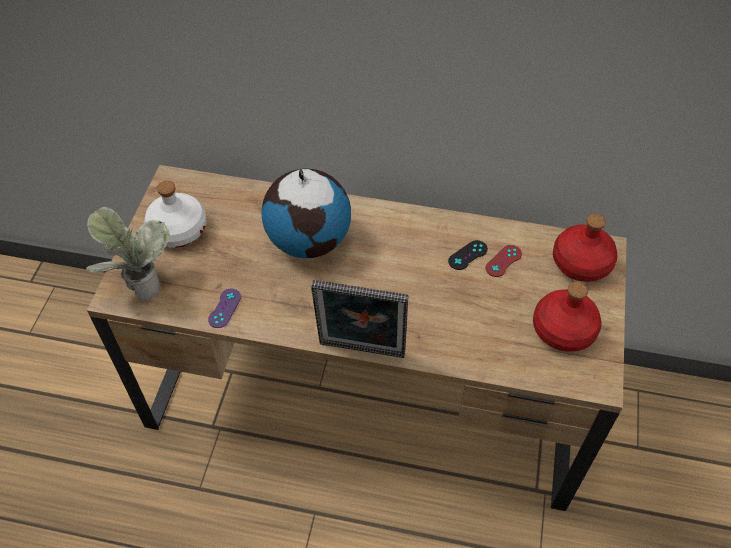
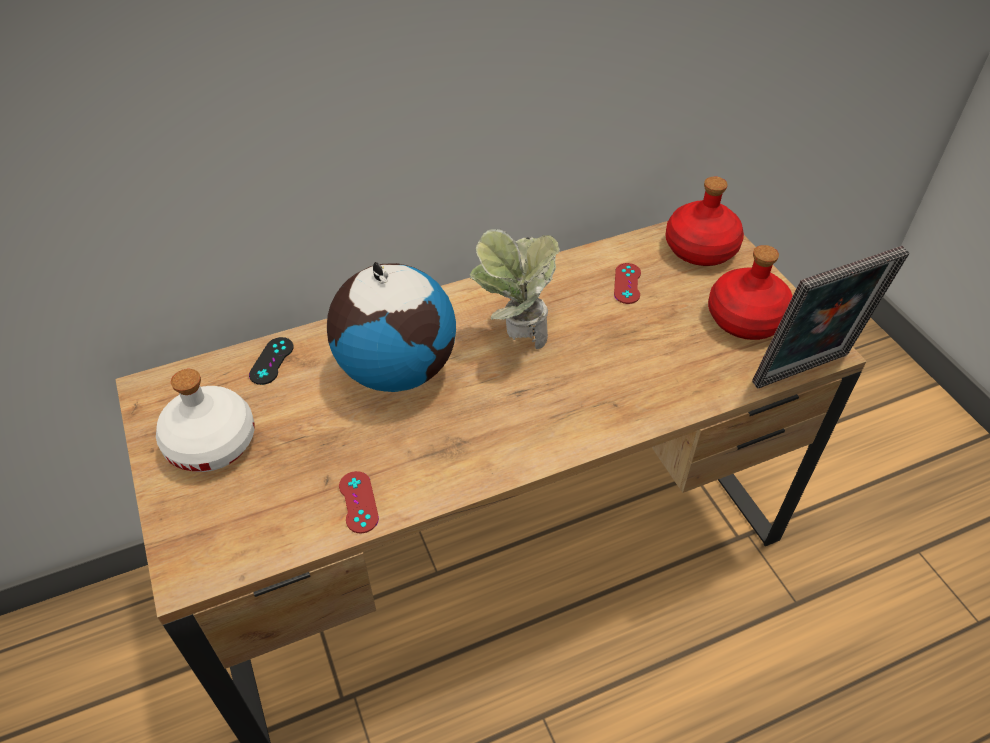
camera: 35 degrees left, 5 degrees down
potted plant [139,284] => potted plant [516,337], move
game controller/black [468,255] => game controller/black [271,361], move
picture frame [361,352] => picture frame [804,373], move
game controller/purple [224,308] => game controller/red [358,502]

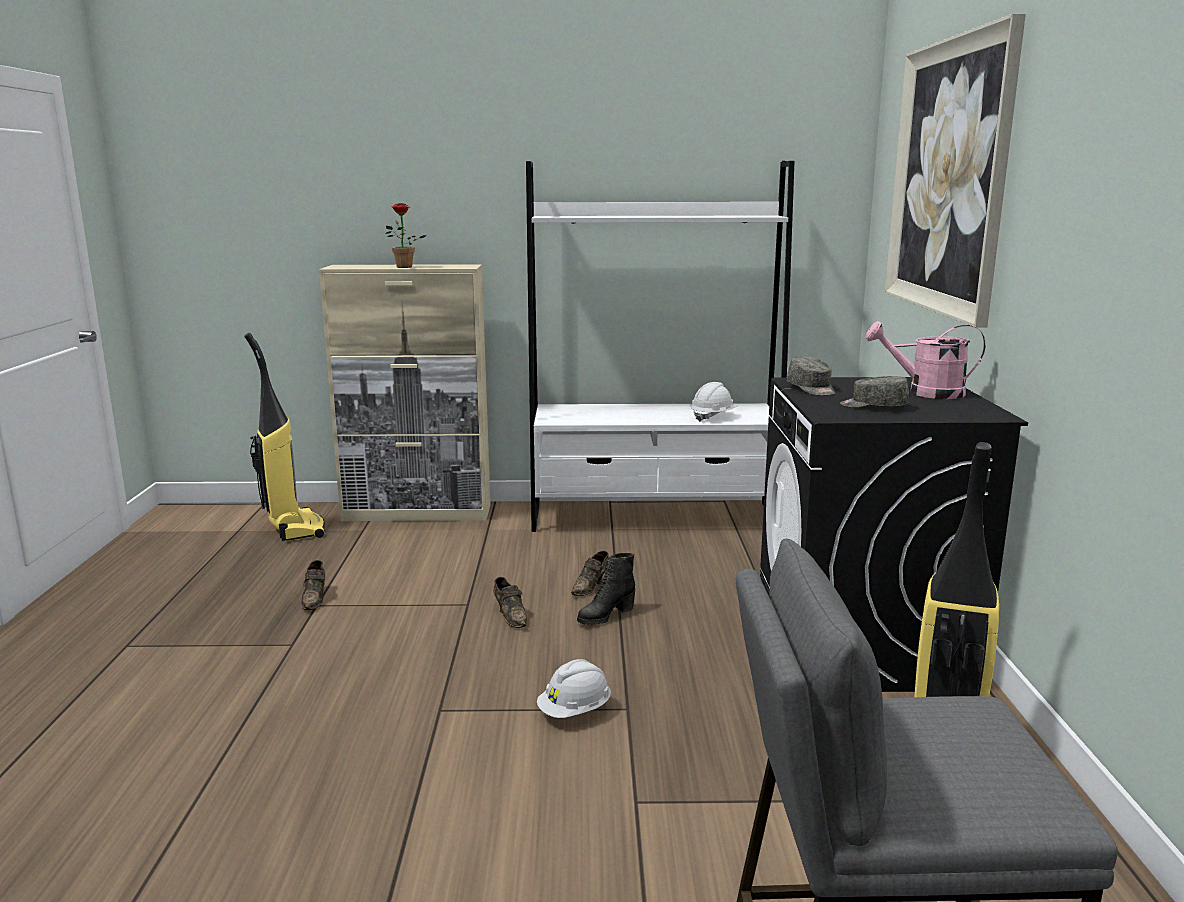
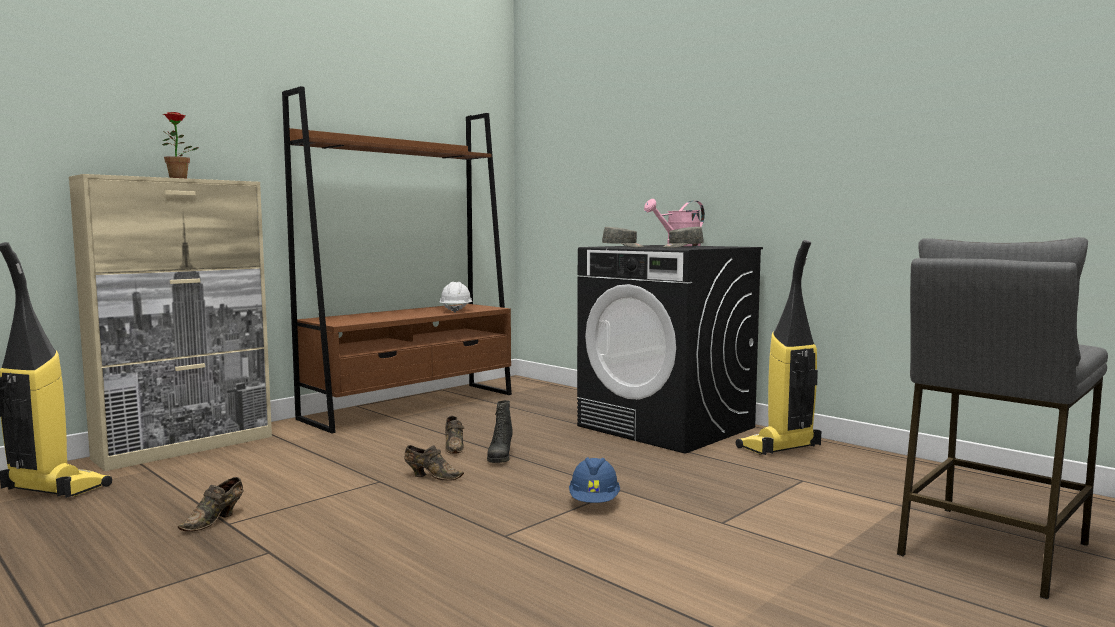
camera: 45 degrees left, 10 degrees down
picture [948,177] => nothing
bookcase/white [654,517] => bookcase/brown [411,406]
shoe/brown [315,598] => shoe/brown [215,520], 75 degrees clockwise
hard hat/white [575,711] => hard hat/blue [594,502]

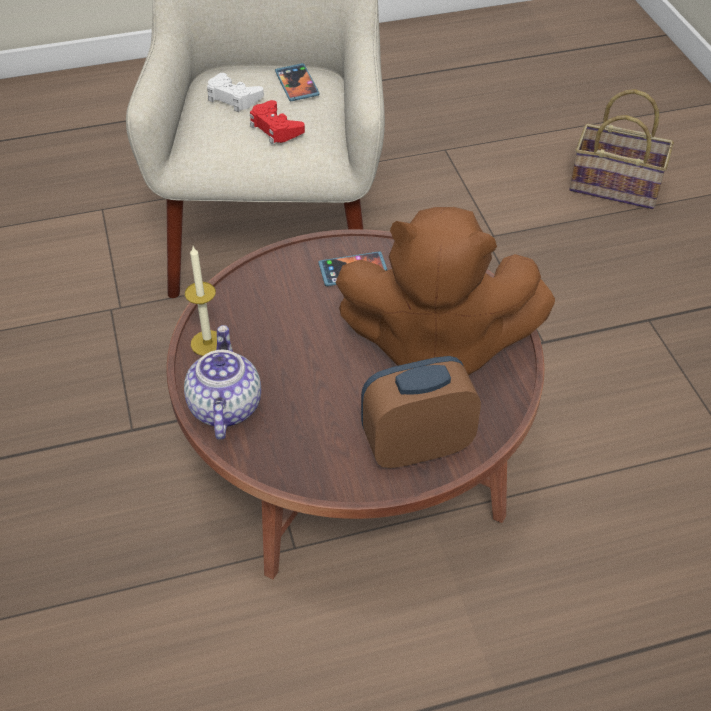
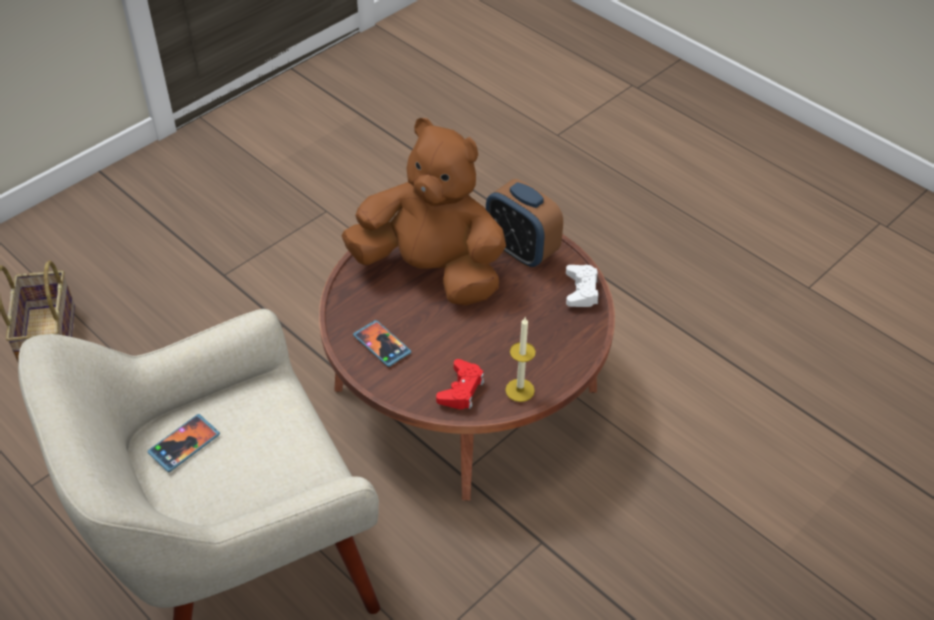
camera: 120 degrees left, 0 degrees up
game controller/white [233,98] => game controller/white [581,290], move
game controller/red [275,128] => game controller/red [461,389], move
plush toy/brown [436,348] => plush toy/brown [431,270], 45 degrees counterclockwise
teapot [224,407] => nothing

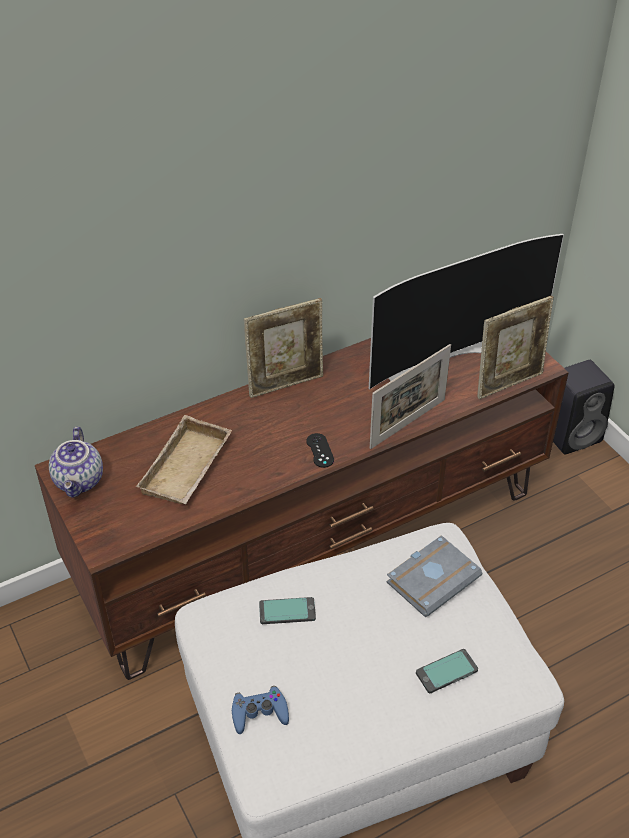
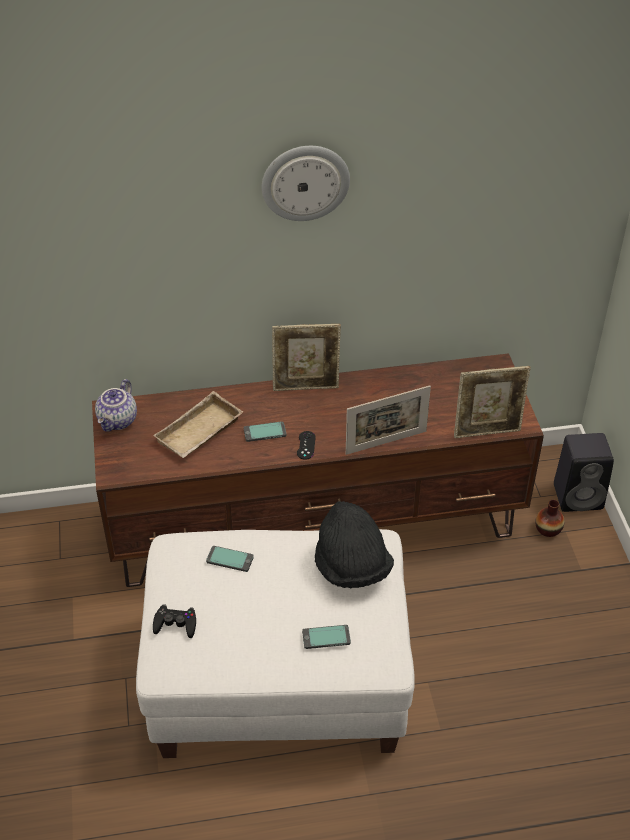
camera: 20 degrees right, 0 degrees up
television [452,356] => nothing
book/grey [432,578] => hat/black [351,567]
game controller/blue [259,713] => game controller/black [175,624]
nothing => wall clock [305,182]
nothing => phone [265,432]
nothing => vase [548,529]

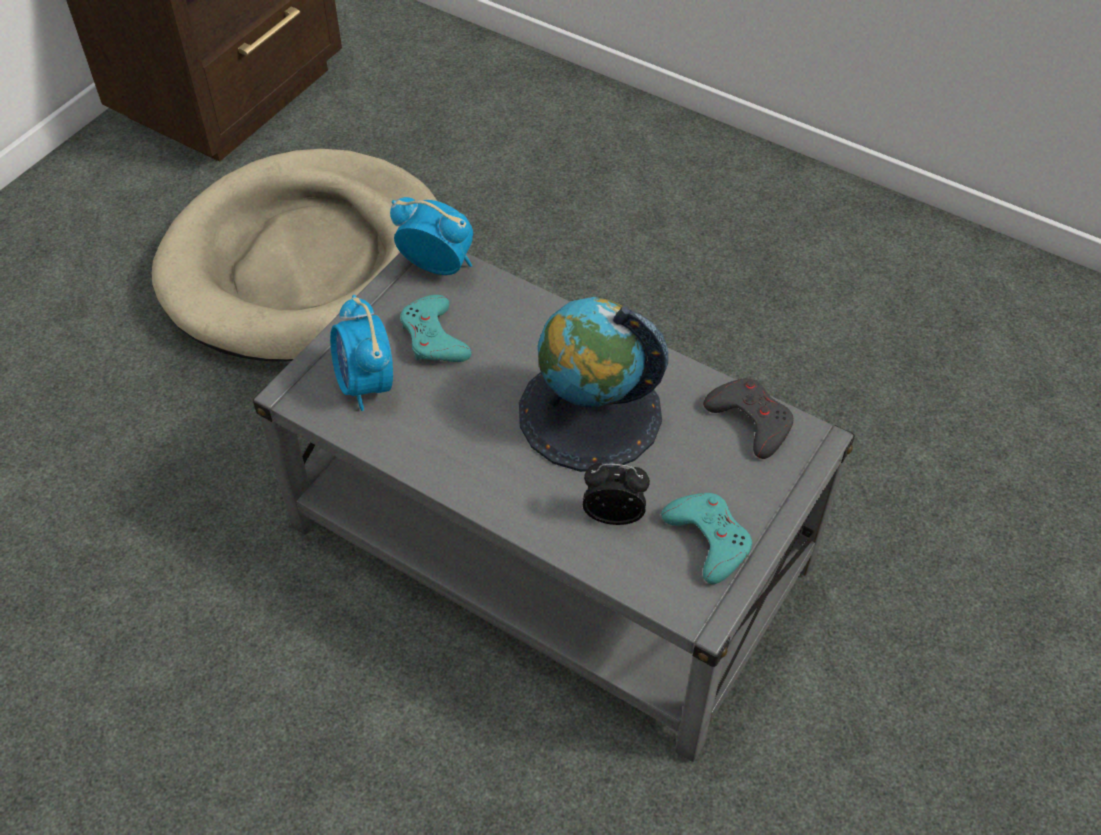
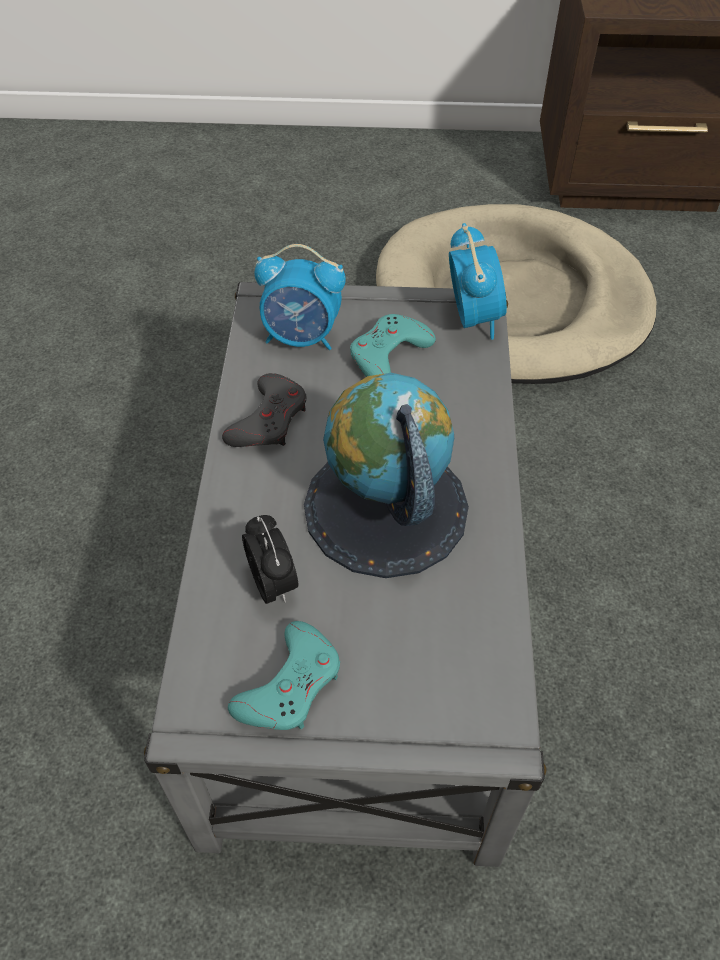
camera: 60 degrees right, 0 degrees up
alarm clock [366,384] => alarm clock [302,337], 120 degrees counterclockwise
game controller/grey [750,421] => game controller/grey [269,419], move

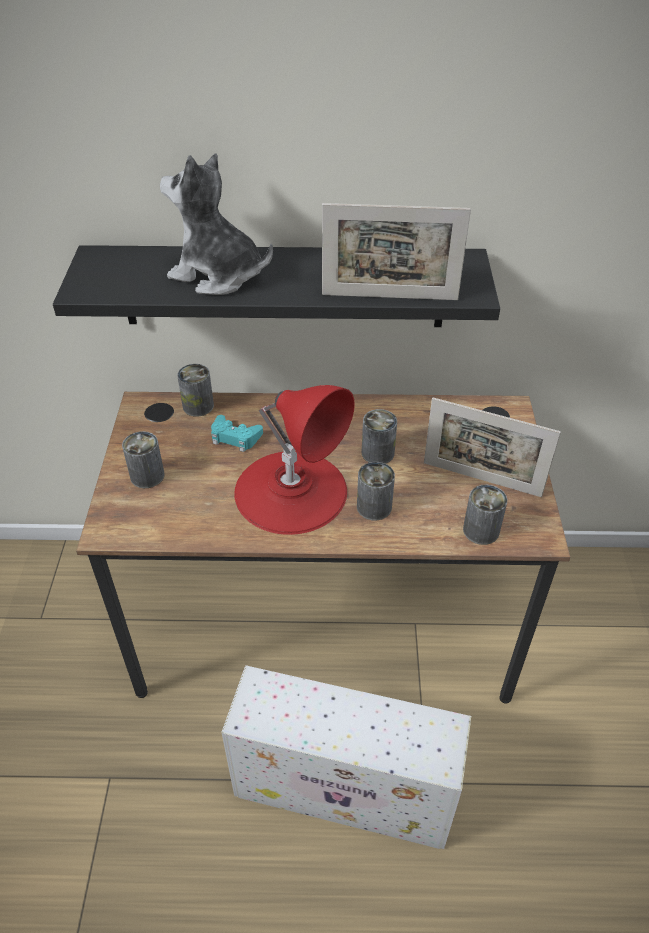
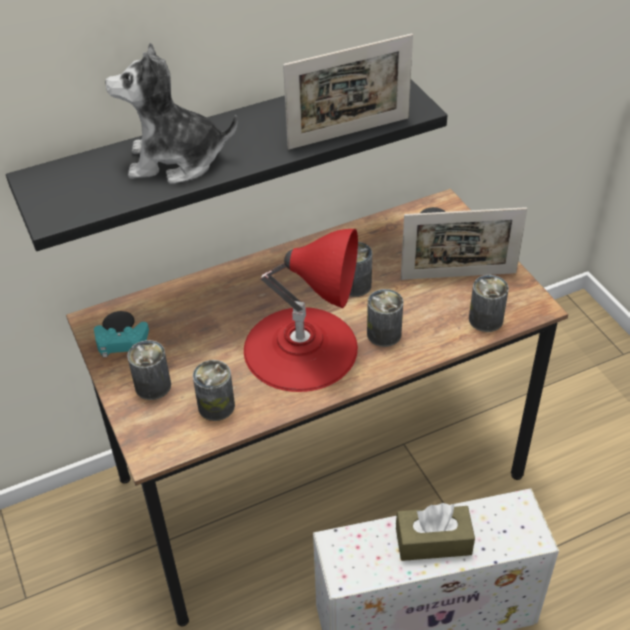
camera: 25 degrees left, 0 degrees up
can [198,406] => can [216,406], move
game controller/turquoise [235,437] => game controller/turquoise [122,343], move
nothing => tissue box/brown [433,541]

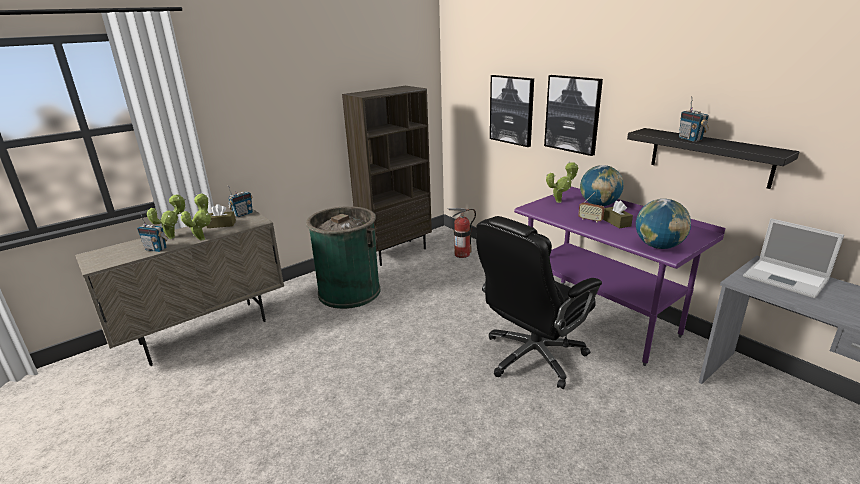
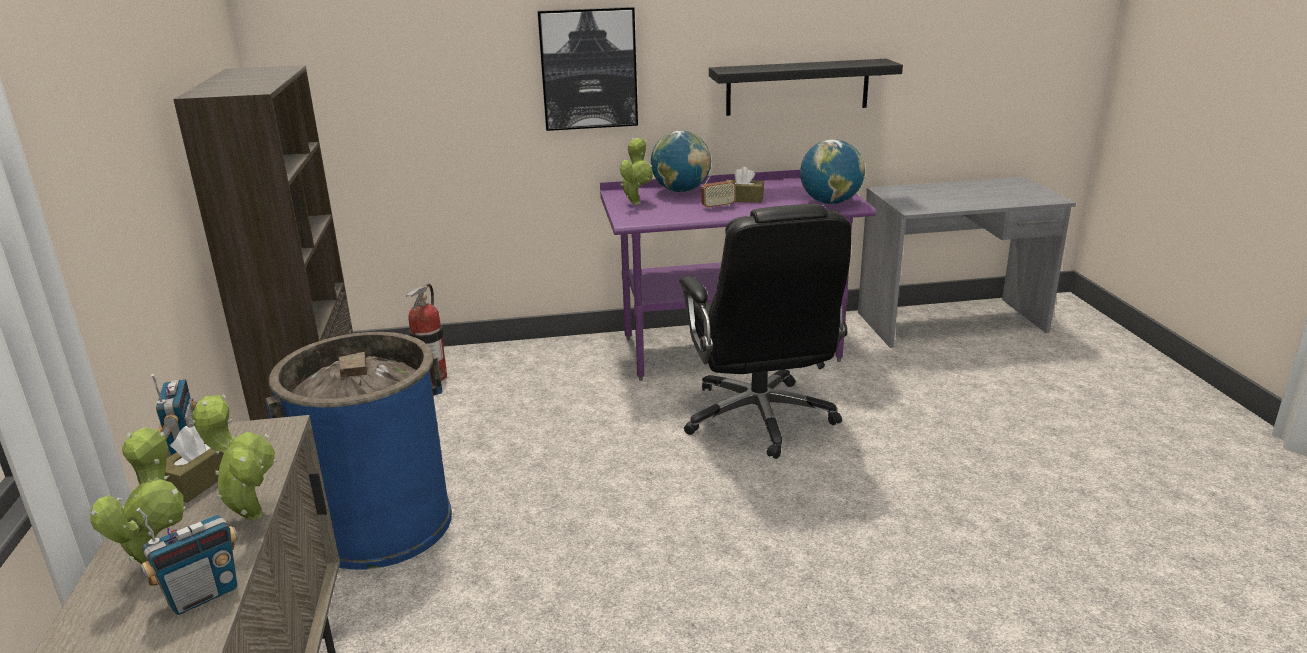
camera: 60 degrees left, 0 degrees up
picture [512,110] => nothing
radio [690,139] => nothing
trash can/green [349,292] => trash can/blue [381,523]
laptop [787,278] => nothing

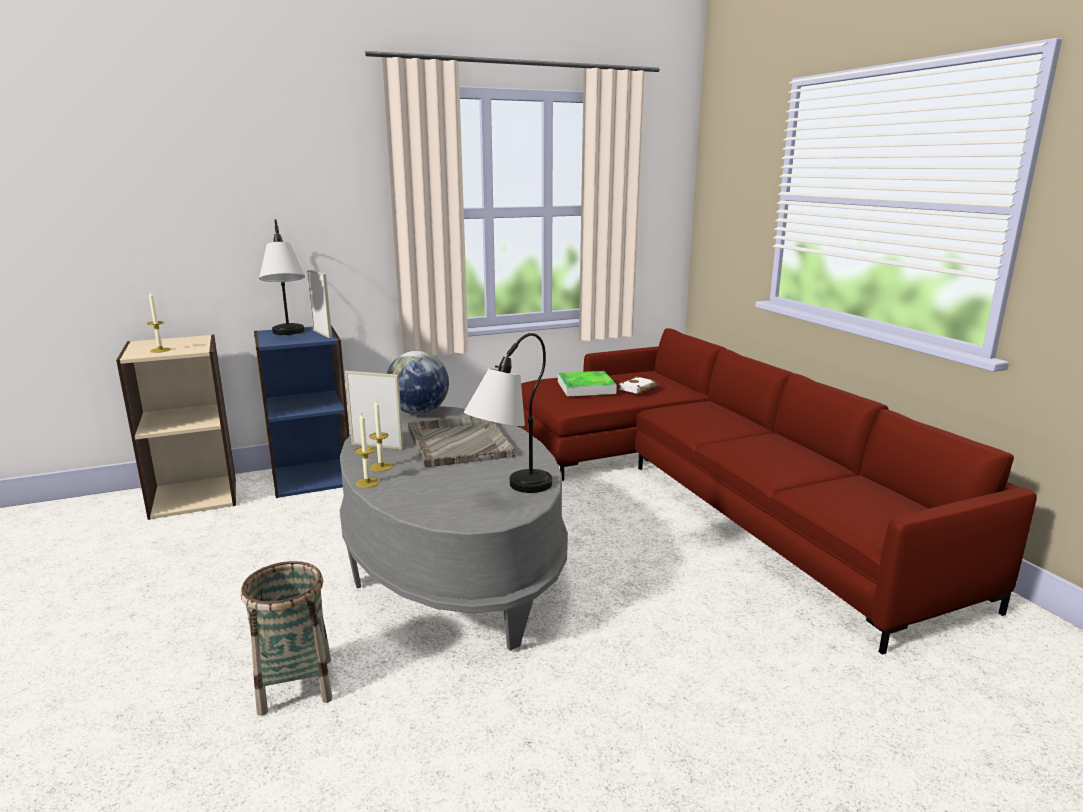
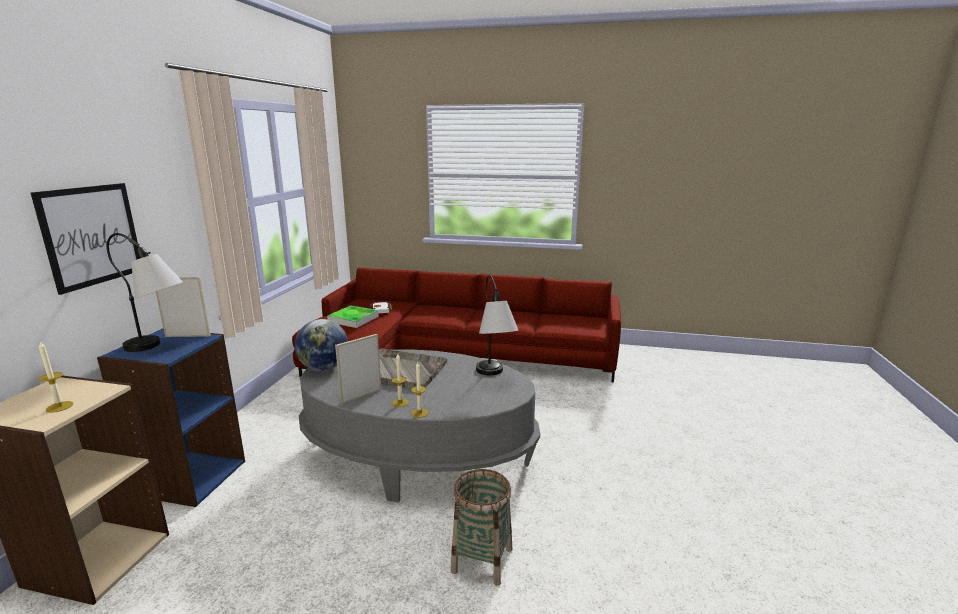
camera: 55 degrees left, 0 degrees up
nothing => picture [92,235]

